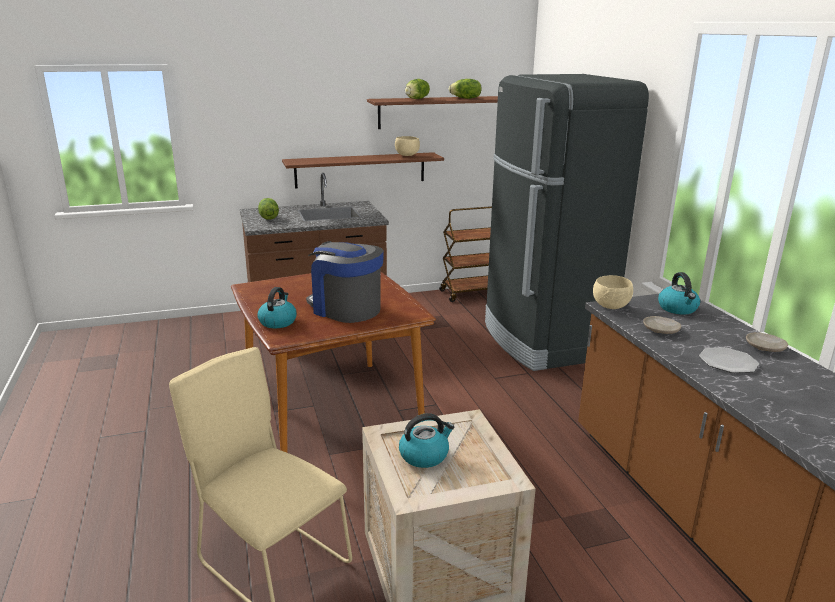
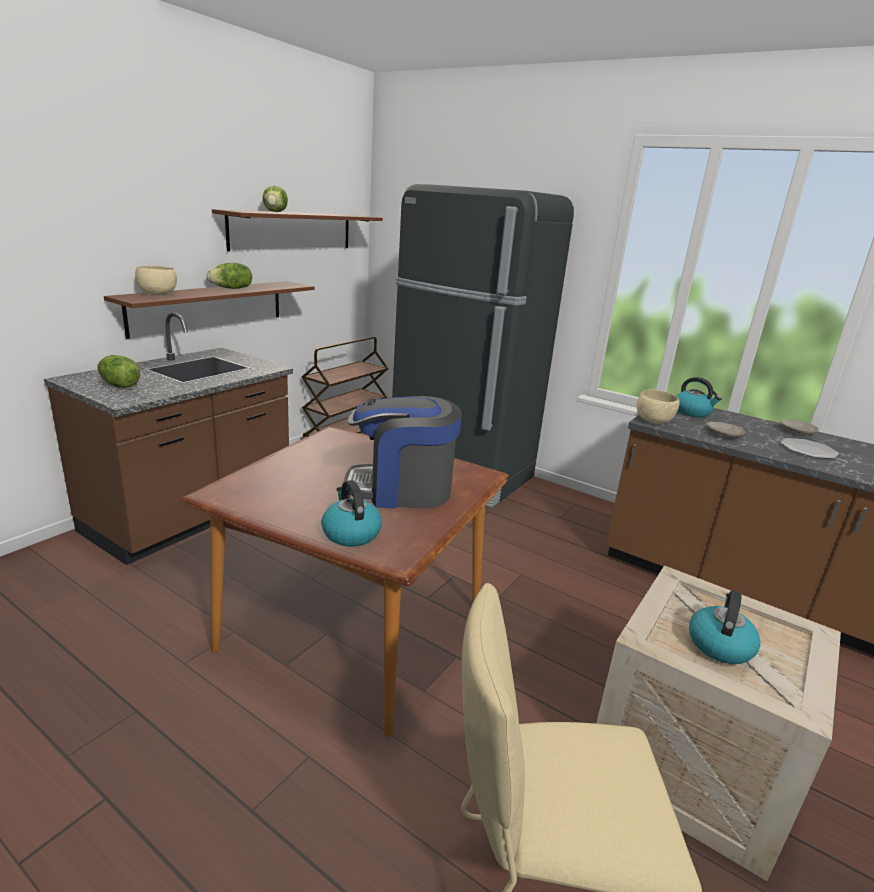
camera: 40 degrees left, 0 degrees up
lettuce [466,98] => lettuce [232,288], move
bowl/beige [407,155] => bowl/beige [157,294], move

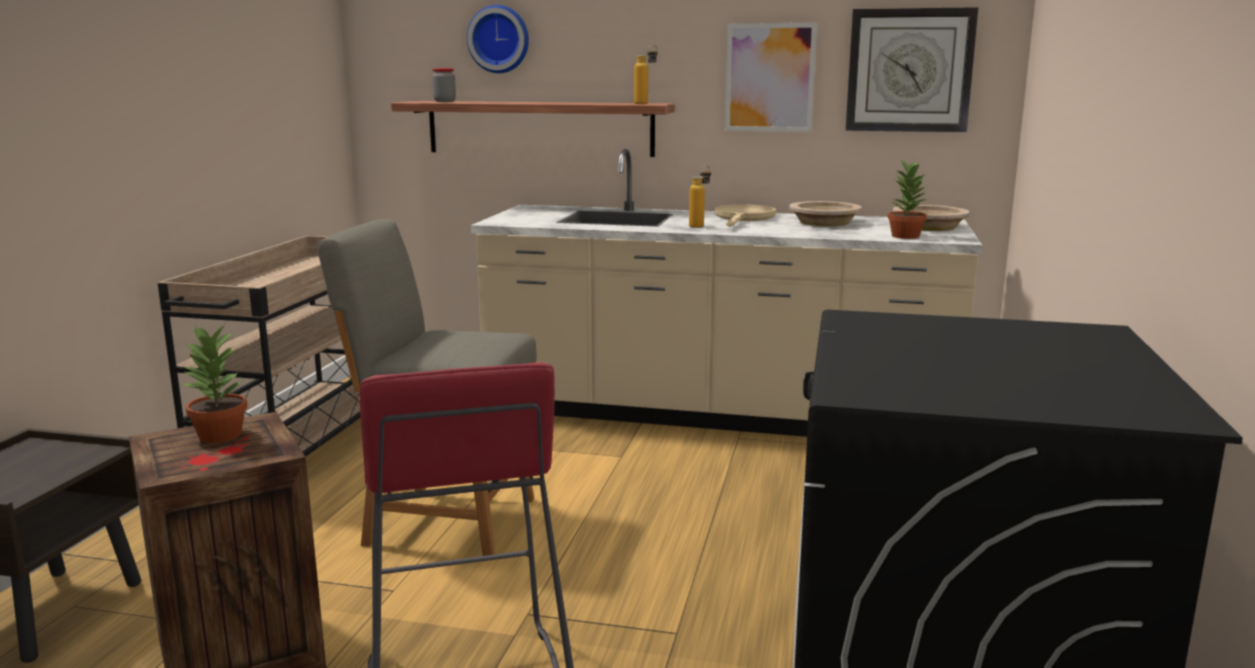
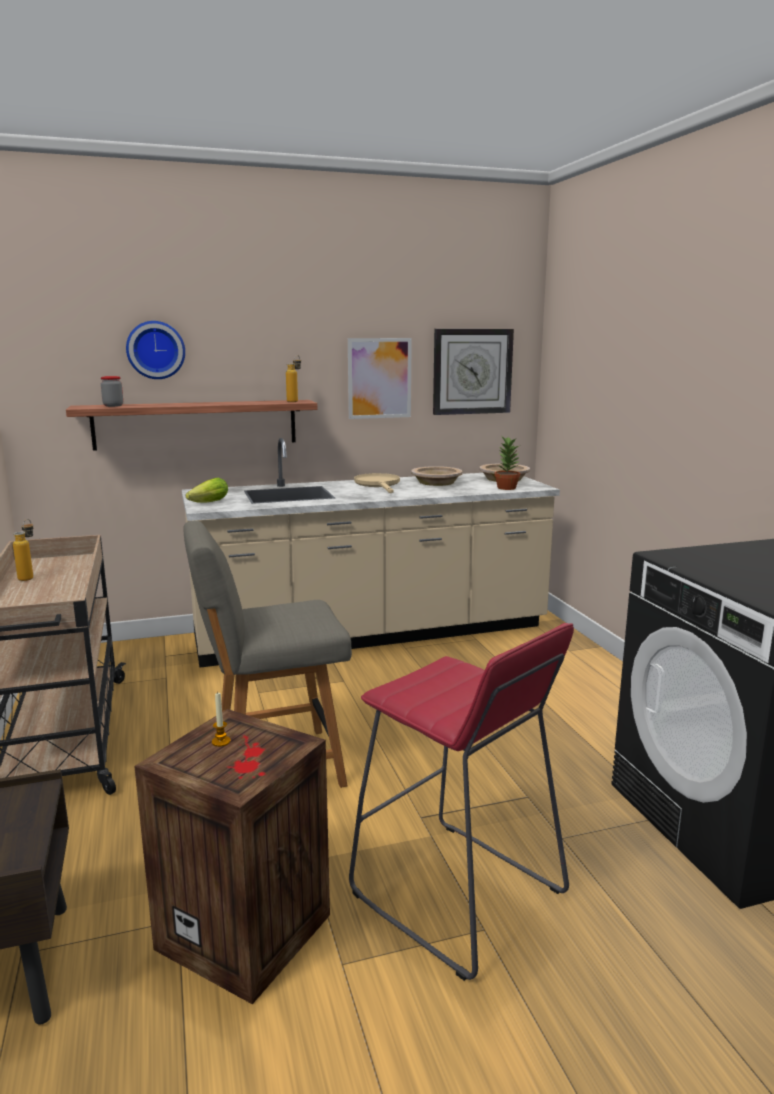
camera: 30 degrees left, 0 degrees up
bottle [700,226] => bottle [29,577], move
potted plant [220,435] => candle [221,741]
nothing => lettuce [207,503]

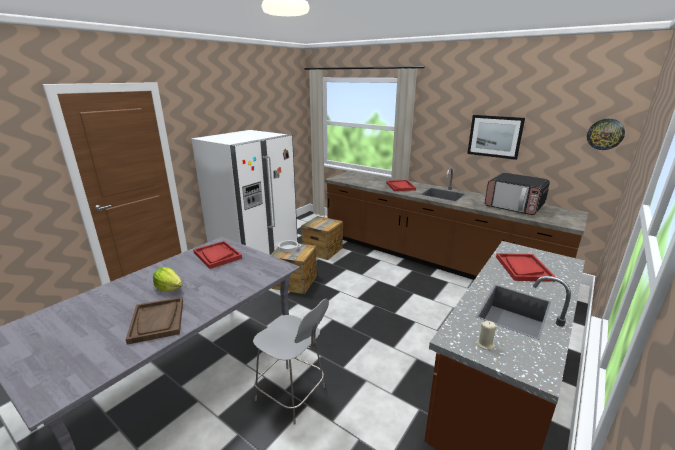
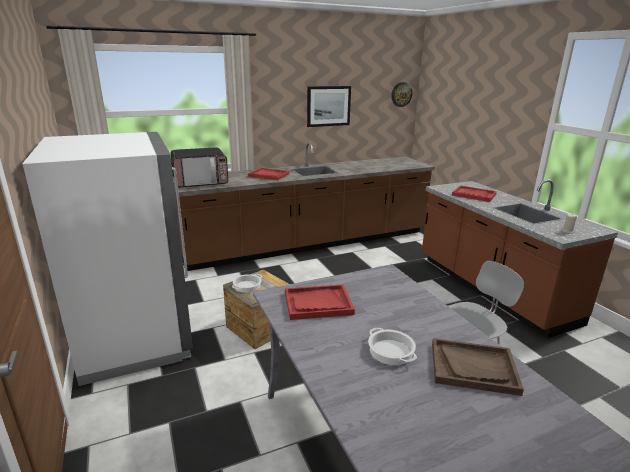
camera: 60 degrees left, 0 degrees up
microwave [514,206] => microwave [201,181], move
crate [322,250] => nothing
lettuce [169,288] => cooking pot [390,351]

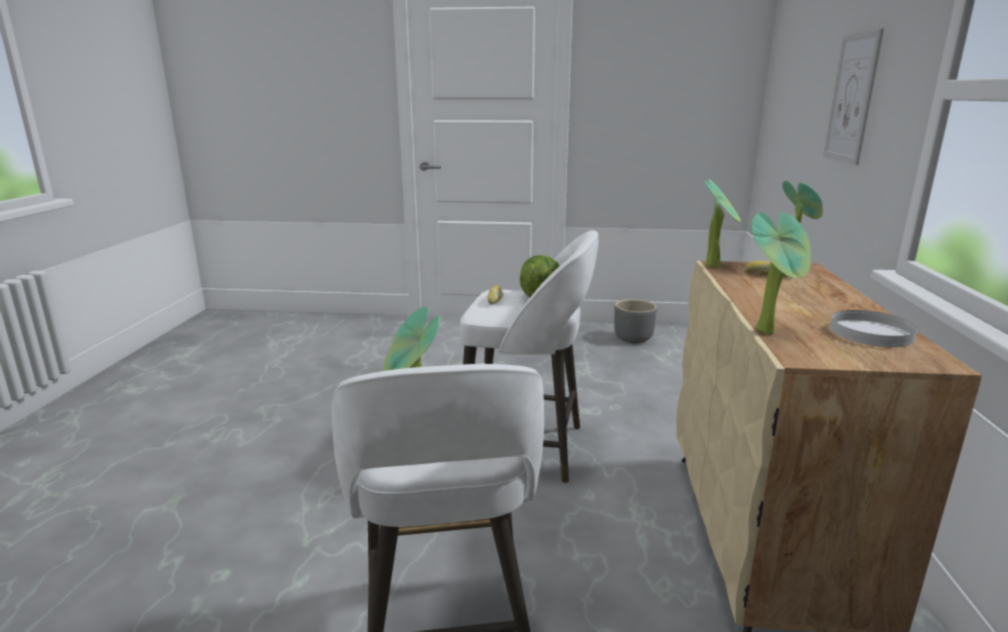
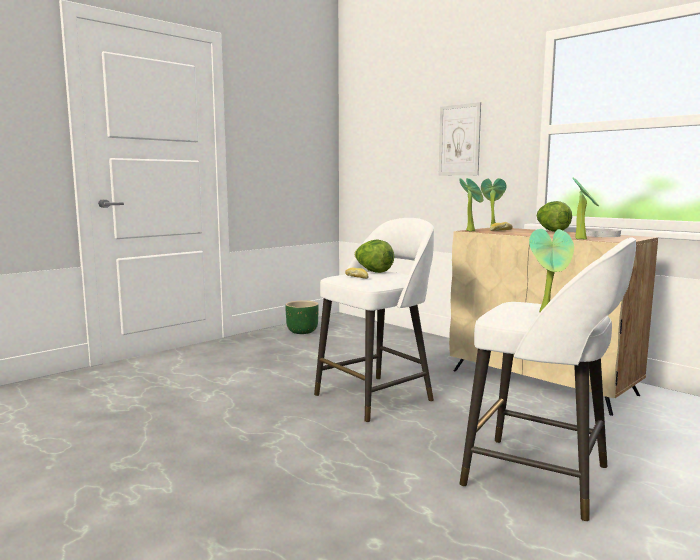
camera: 50 degrees left, 10 degrees down
planter/grey [633,339] => planter/green [302,331]
nothing => lettuce [551,231]

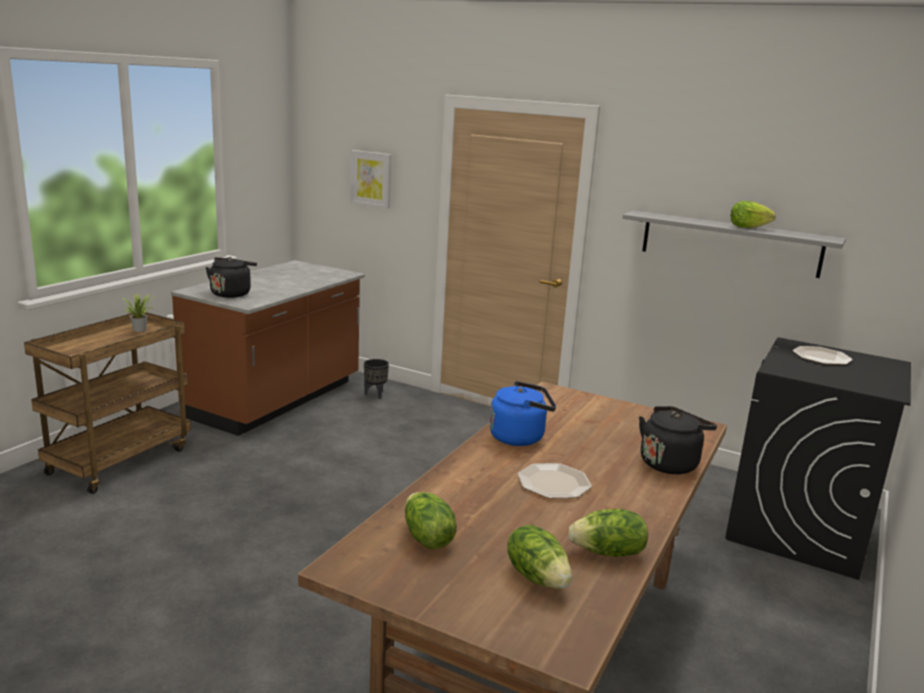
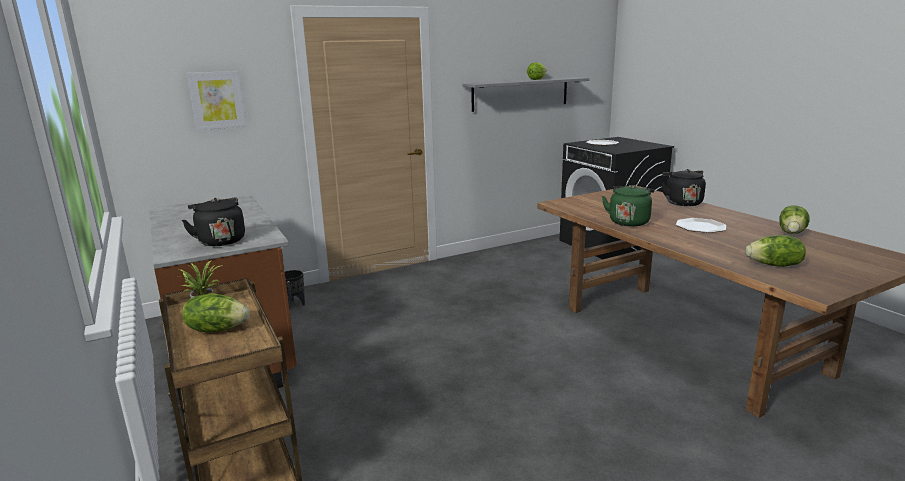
camera: 55 degrees left, 0 degrees up
kettle/blue [520,437] => kettle/green [629,221]
lettuce [538,577] => lettuce [217,329], move

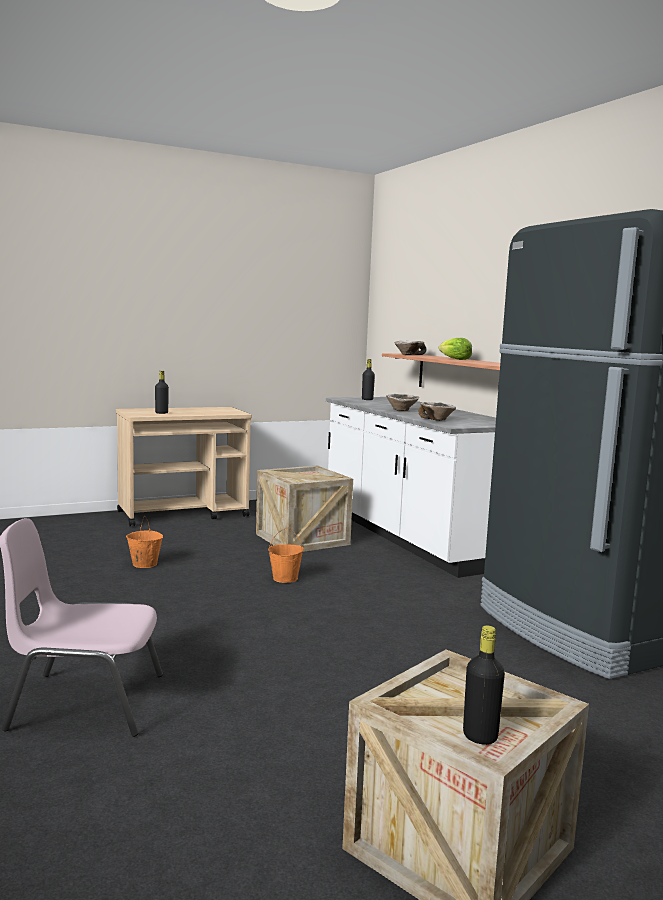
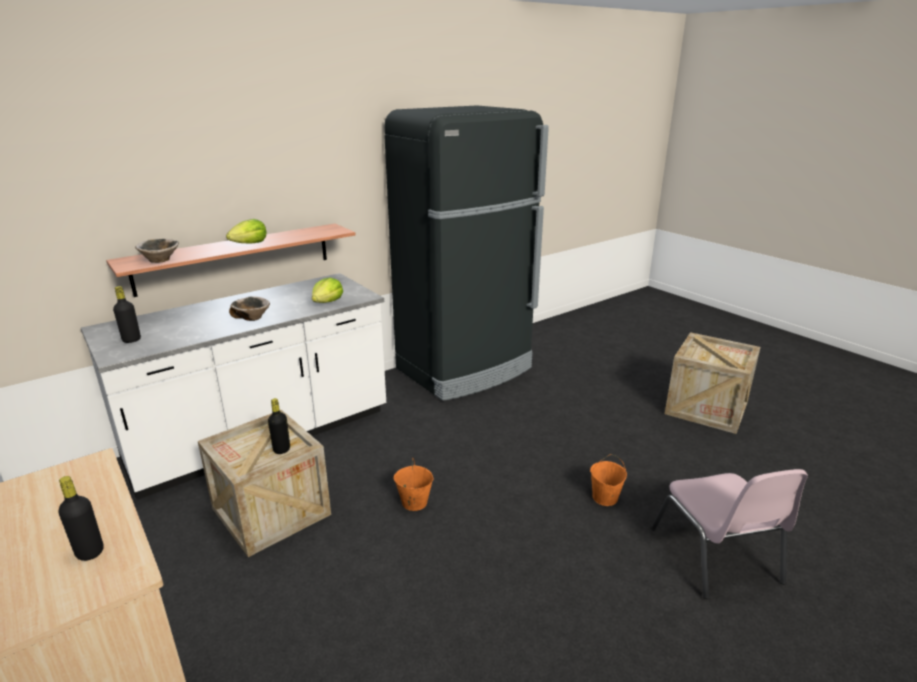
camera: 100 degrees left, 15 degrees up
bowl [437,419] => lettuce [327,302]
bucket/orange [144,564] => bucket/orange [605,498], move
bottle/black [480,736] => bottle/black [281,449], move

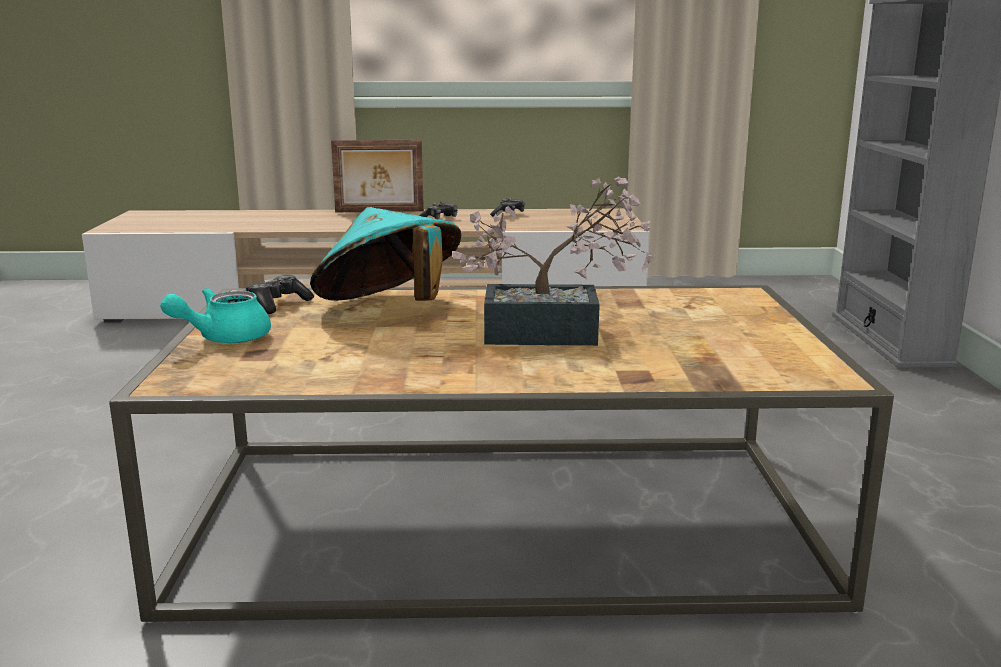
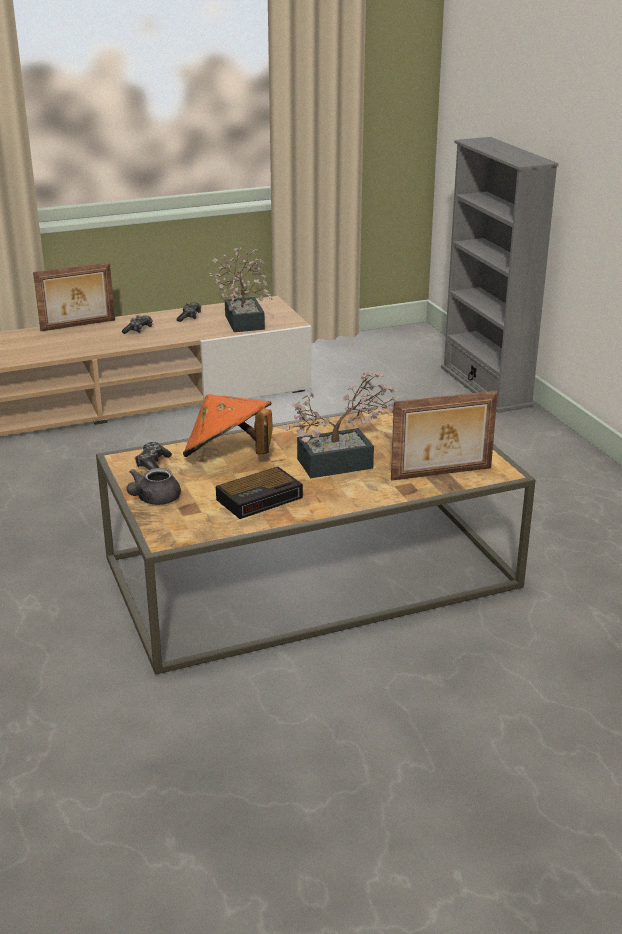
camera: 20 degrees left, 10 degrees up
hat/turquoise [389,309] => hat/orange [228,457]
teapot/turquoise [224,338] => teapot/grey [153,500]
nothing => potted plant [244,320]
nothing => picture frame [442,474]
nothing => alarm clock [261,498]

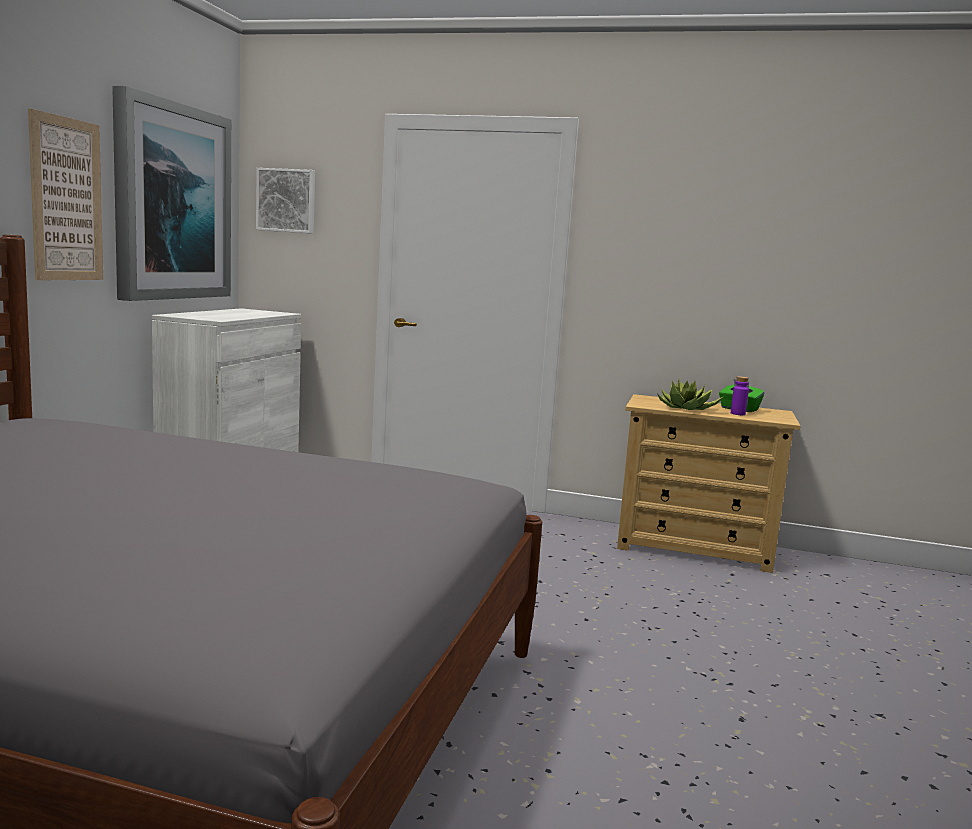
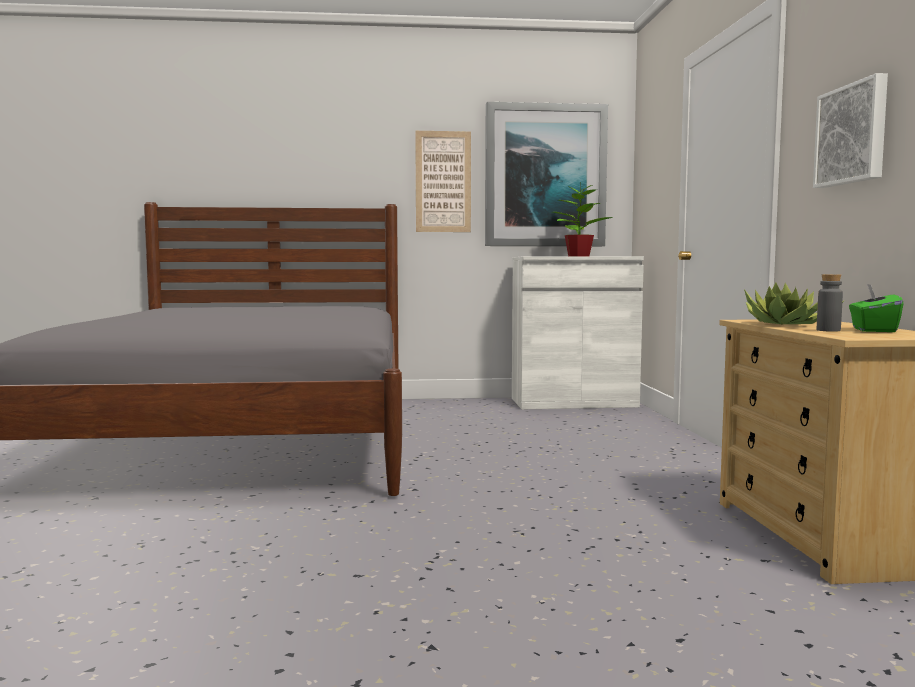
camera: 70 degrees right, 5 degrees down
picture [287,201] => picture [853,134], move
bottle/purple [737,414] => bottle/grey [828,330]
nothing => potted plant [578,256]

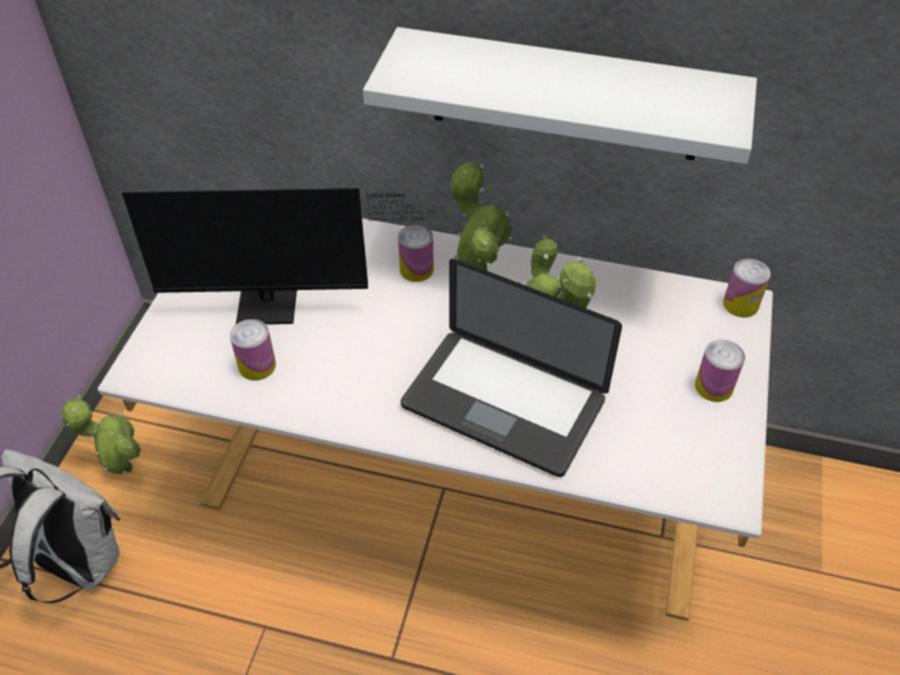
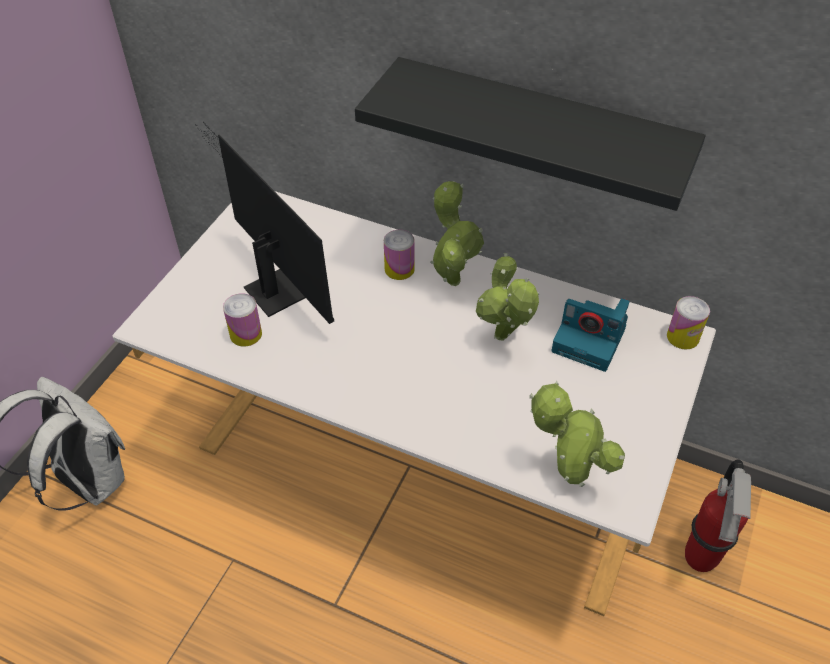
camera: 10 degrees right, 0 degrees up
shelf/white [566,96] => shelf/black [539,132]
monitor [278,305] => monitor [274,285], 135 degrees counterclockwise
laptop [503,403] => nothing
can [713,386] => nothing
potted plant [122,467] => potted plant [567,475], move
nothing => photo camera [590,340]
nothing => fire extinguisher [700,559]

